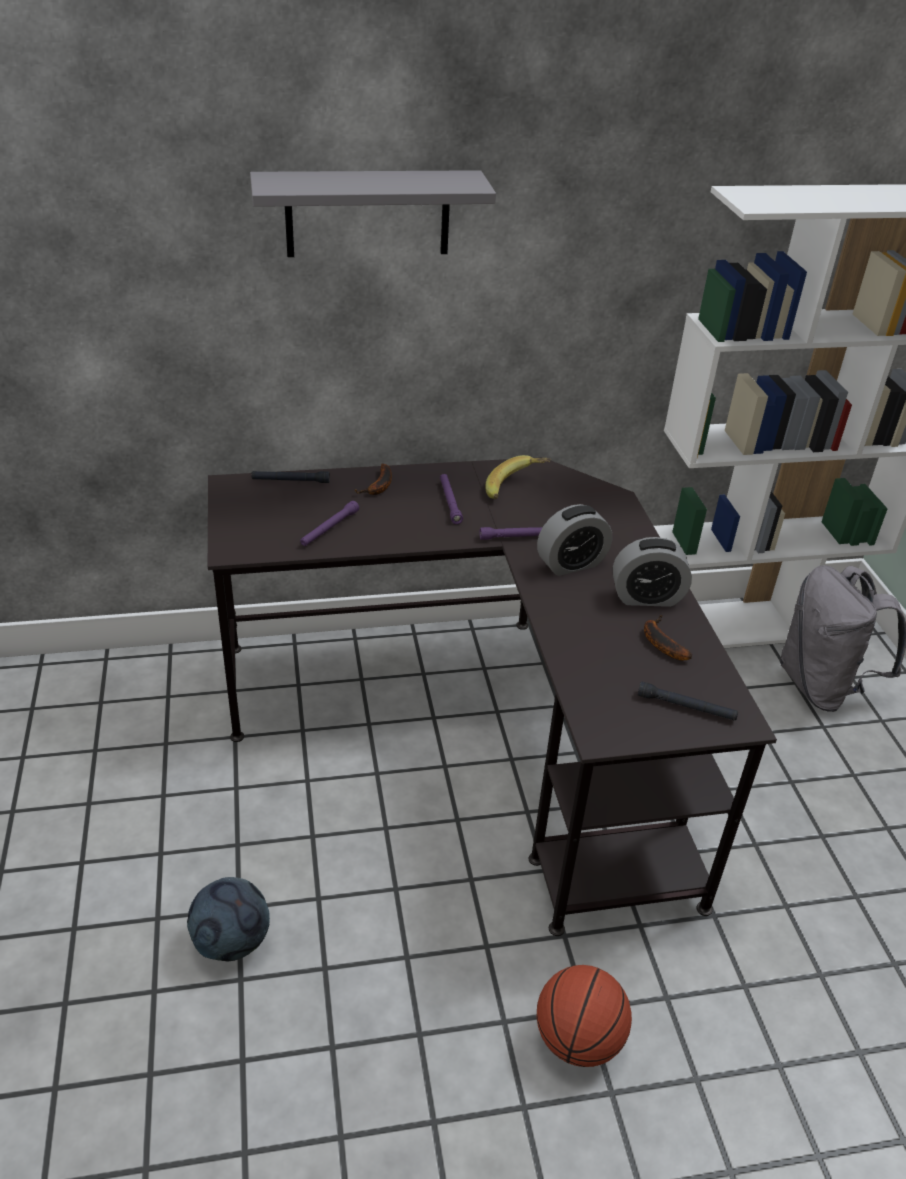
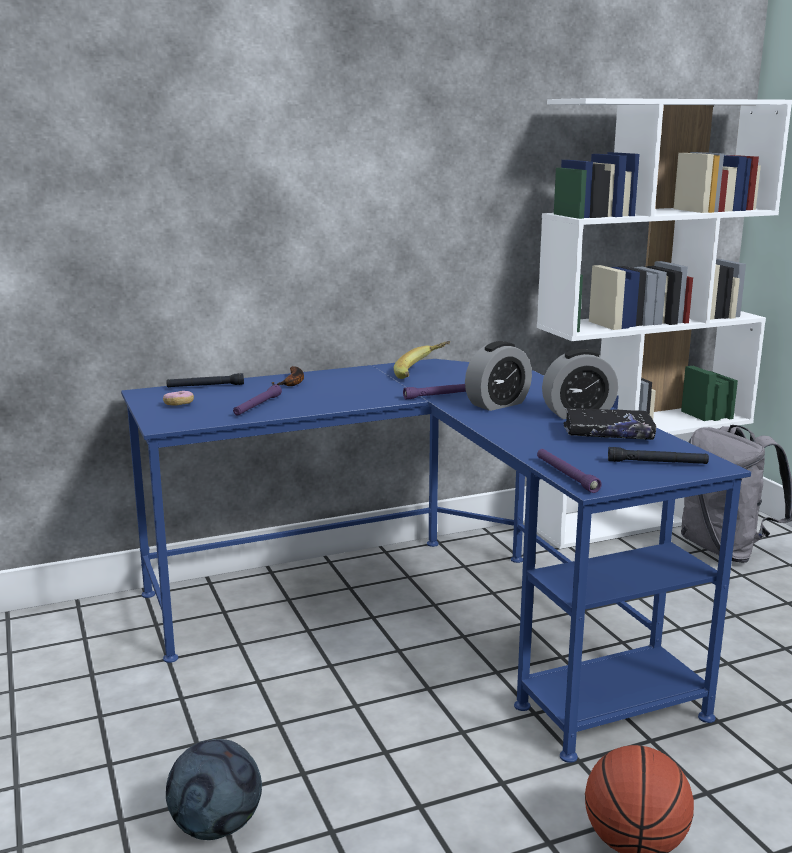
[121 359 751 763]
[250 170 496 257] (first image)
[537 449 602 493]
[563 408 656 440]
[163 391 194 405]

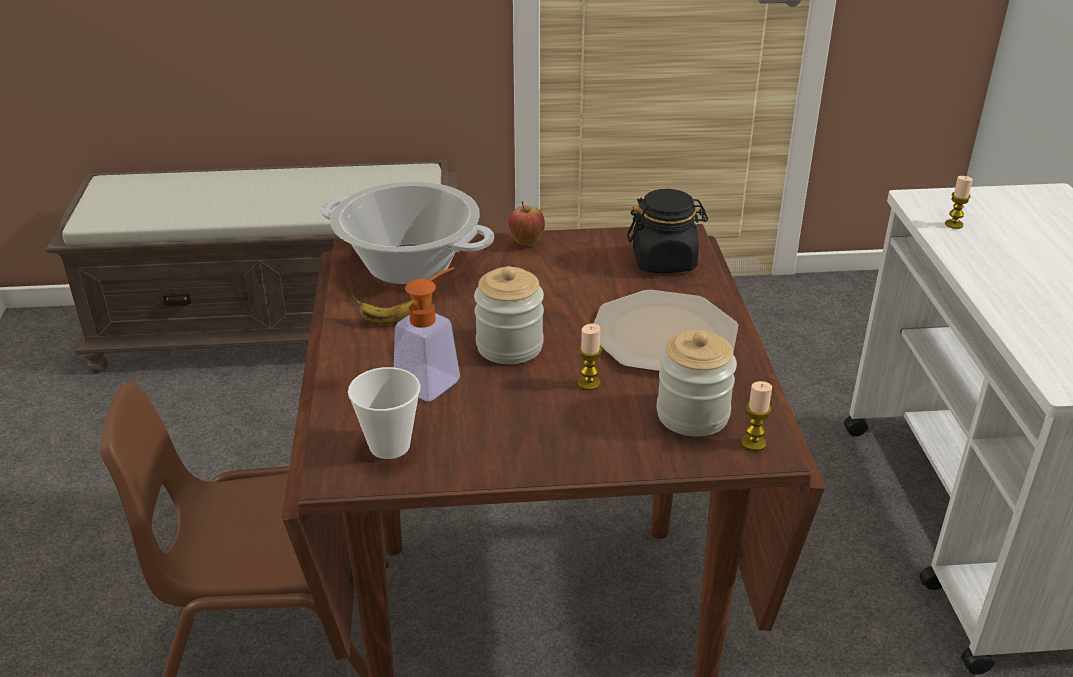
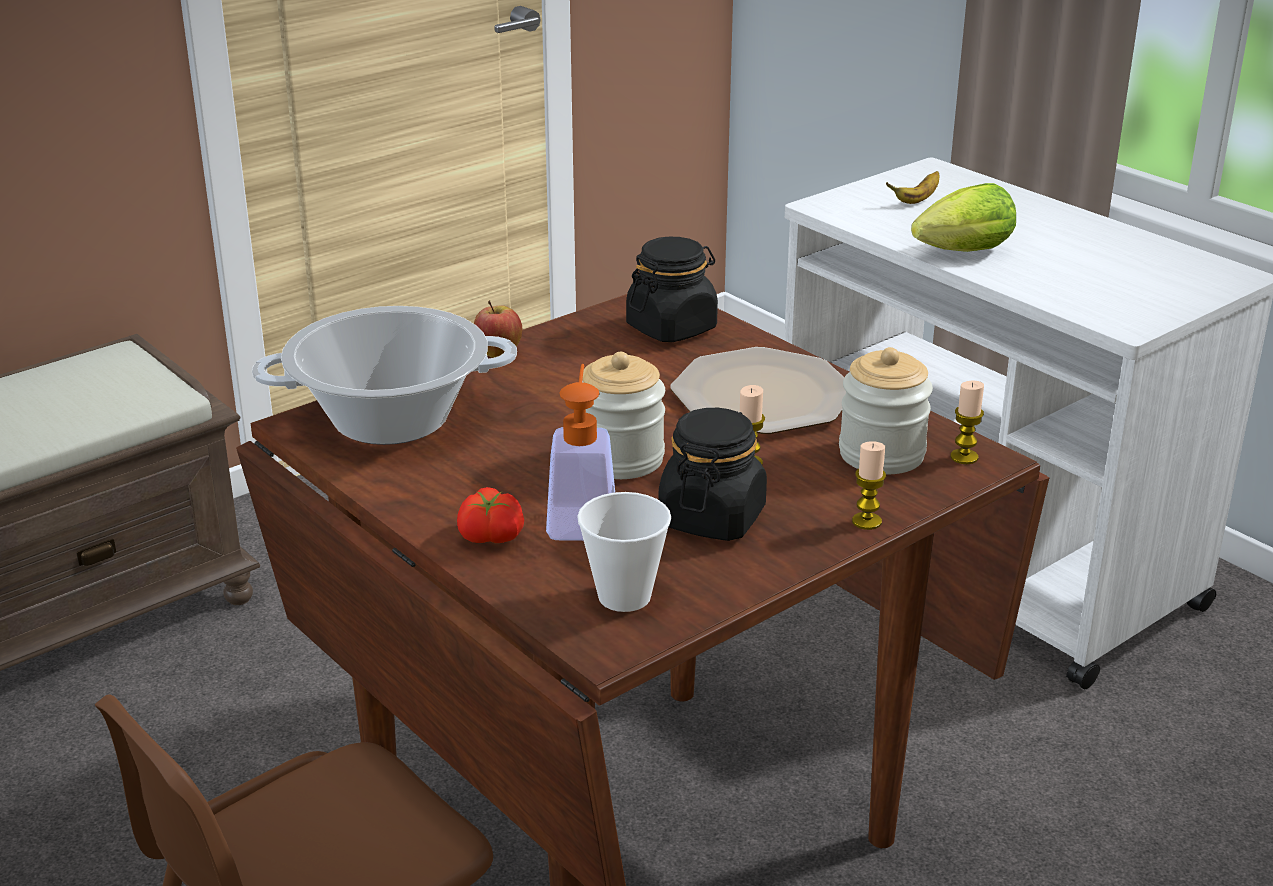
[886 171 939 204]
[852 441 886 530]
[457 487 524 543]
[658 408 767 541]
[911 183 1016 252]

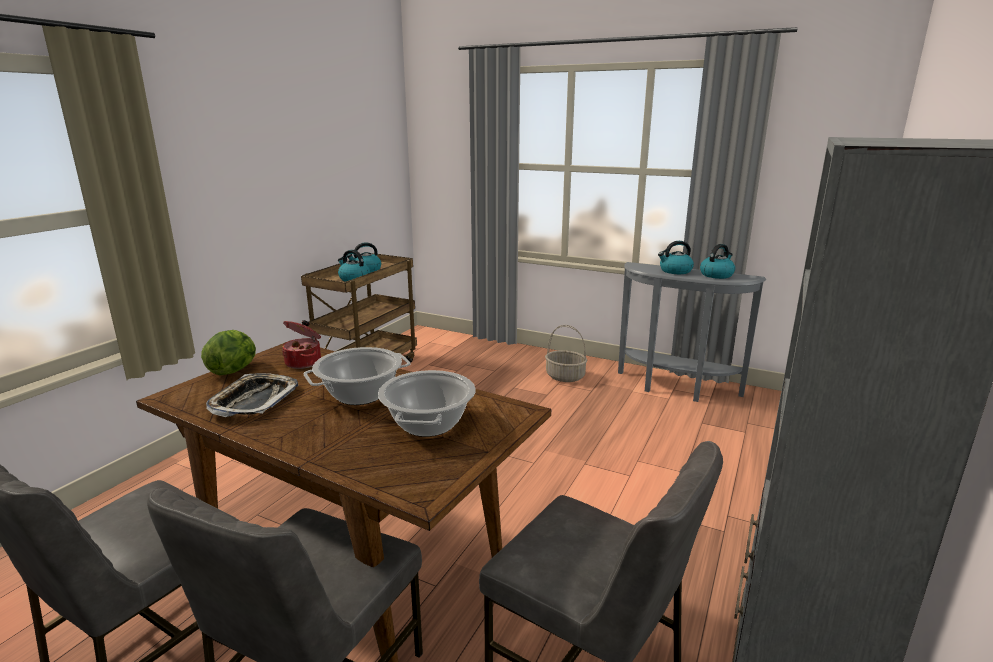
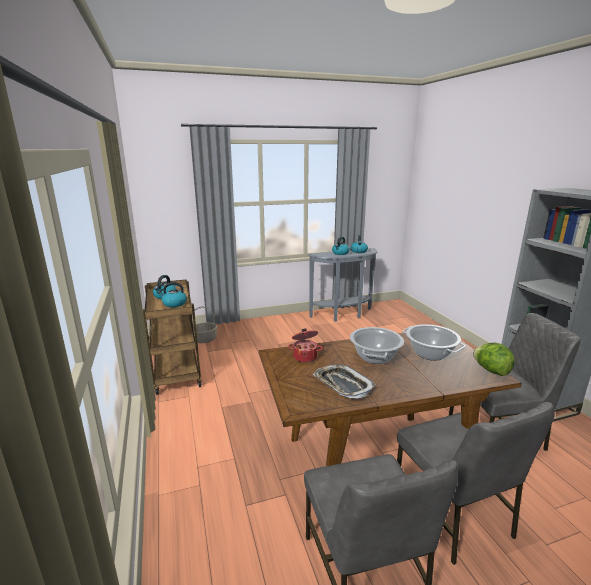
[473 343 515 376]
[193 307 217 343]

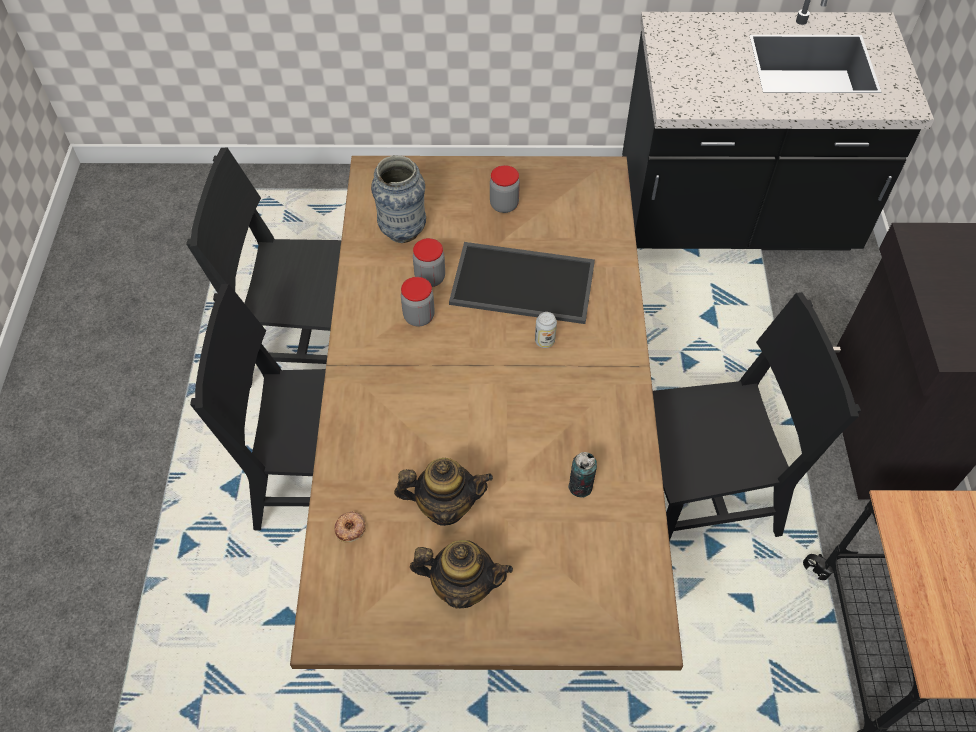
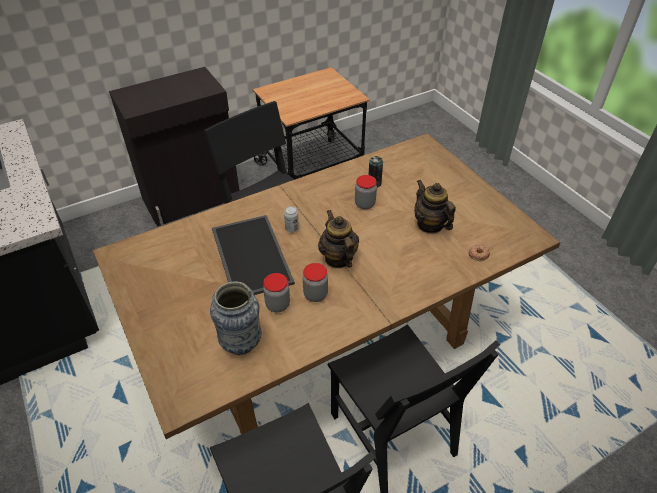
[318 210 359 268]
[355 175 377 209]

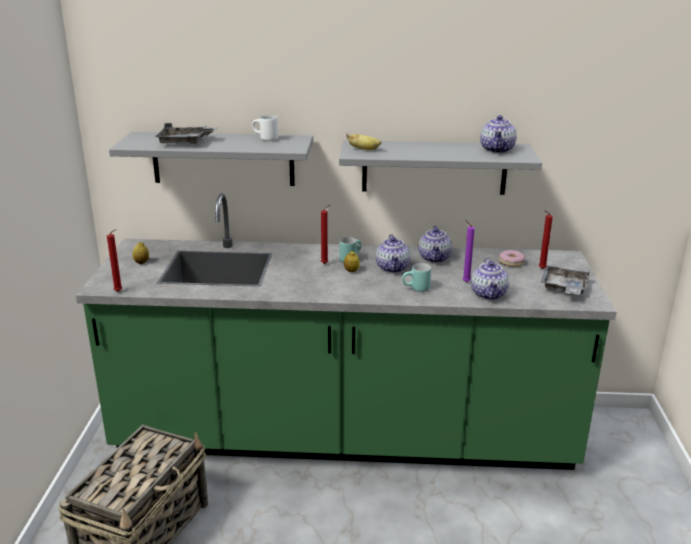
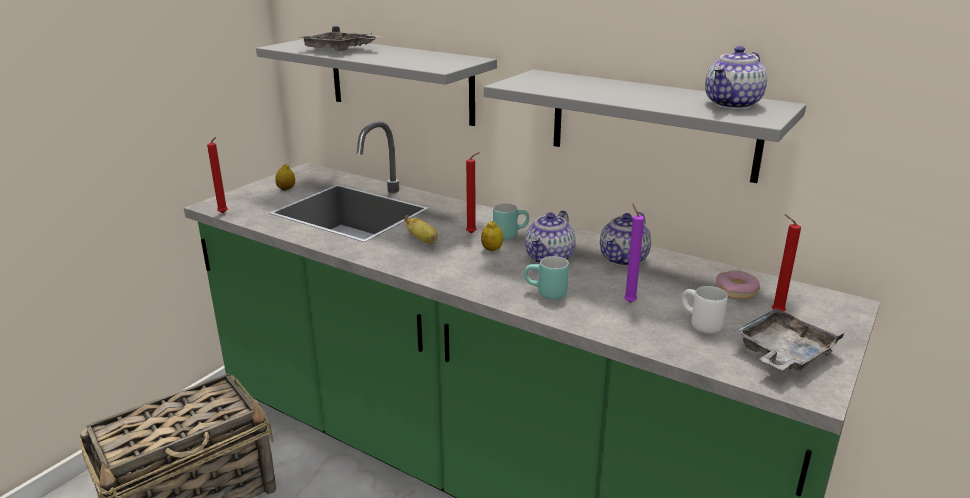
[682 286 728 334]
[405 215 438 244]
[471 258 509 300] (first image)

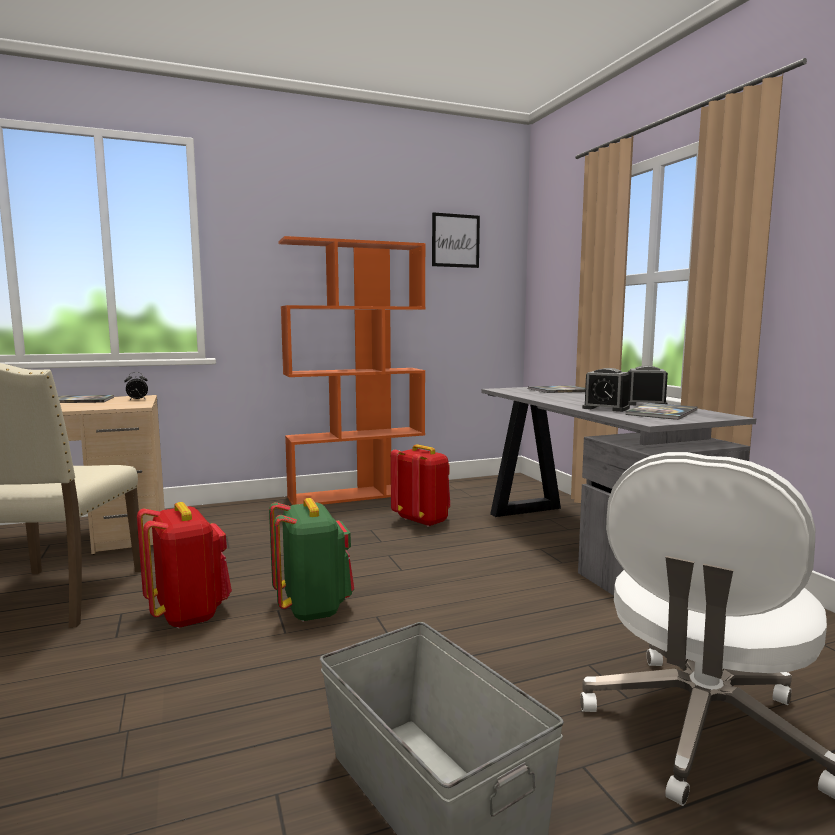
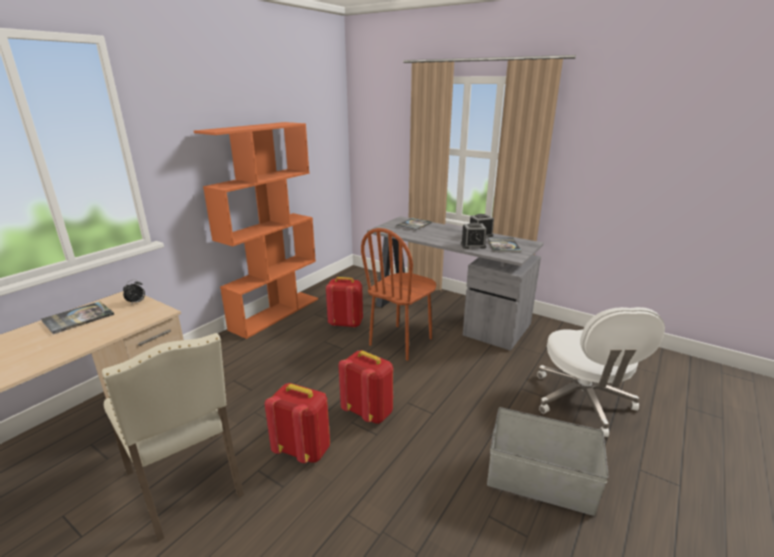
[339 350 393 424]
[432 212 480 268] (first image)
[361 228 436 361]

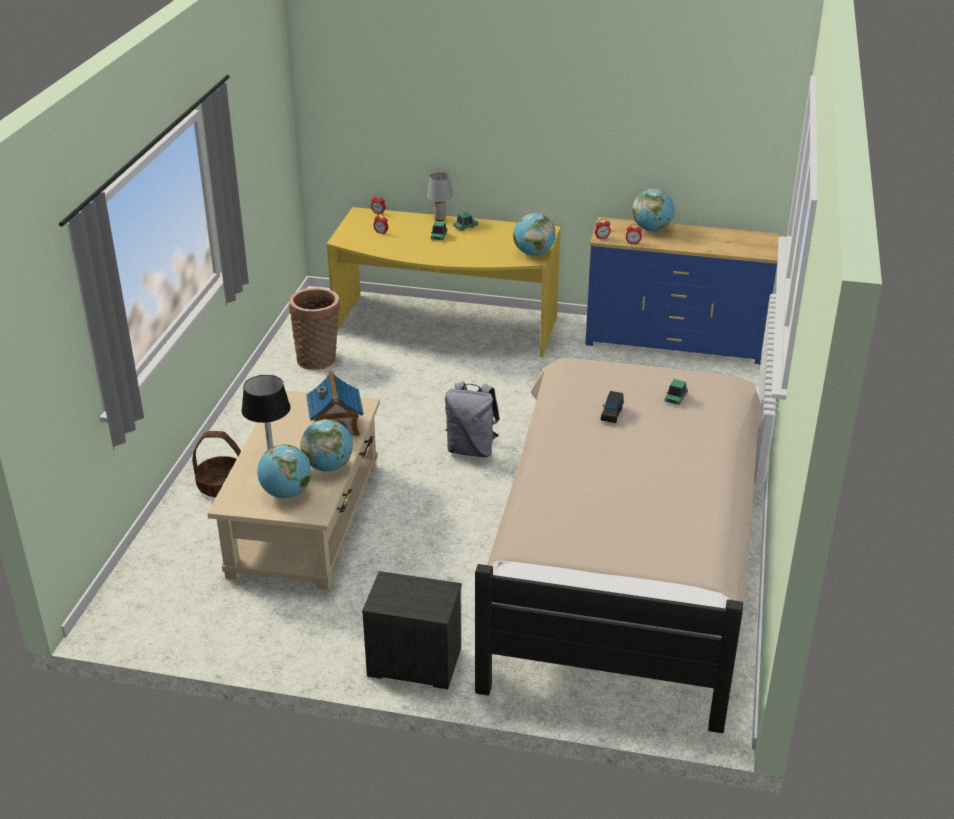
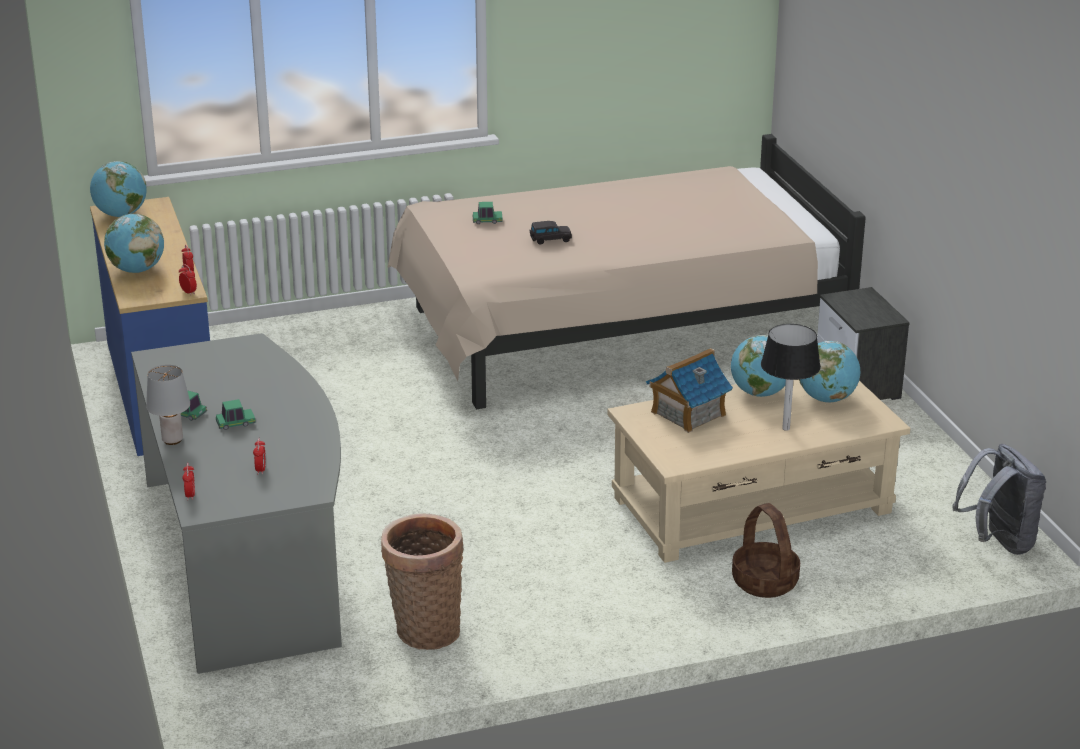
[131 333 342 674]
[952 444 1046 555]
[90 161 147 217]

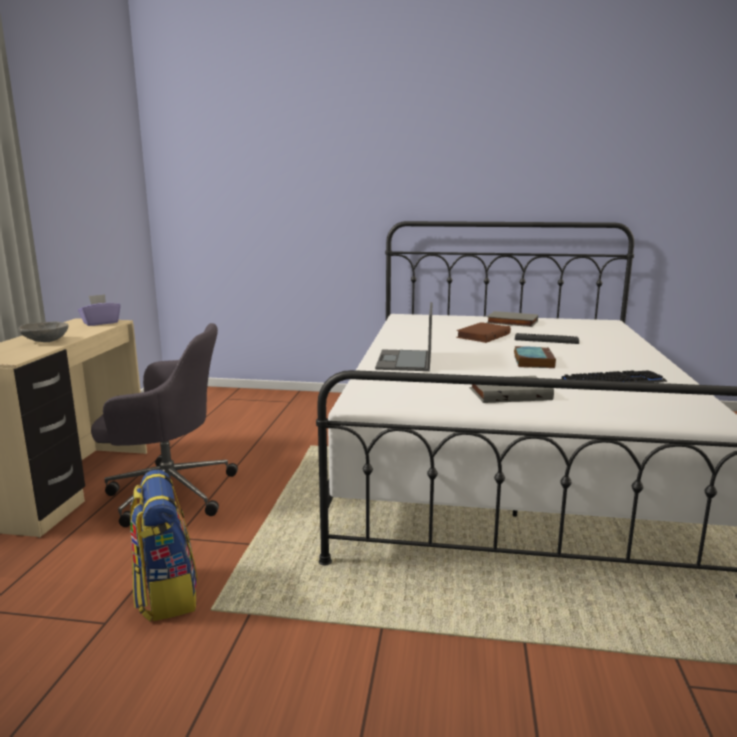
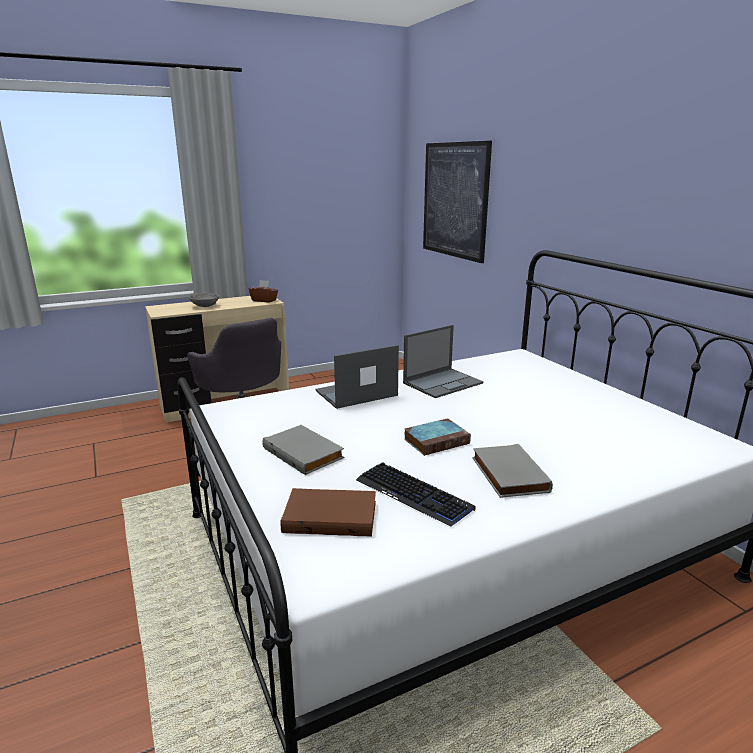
[249 280 278 302]
[130 470 198 621] (first image)
[281 488 376 536]
[472 444 553 498]
[515 333 579 344] (first image)
[403 325 483 398]
[423 141 492 263]

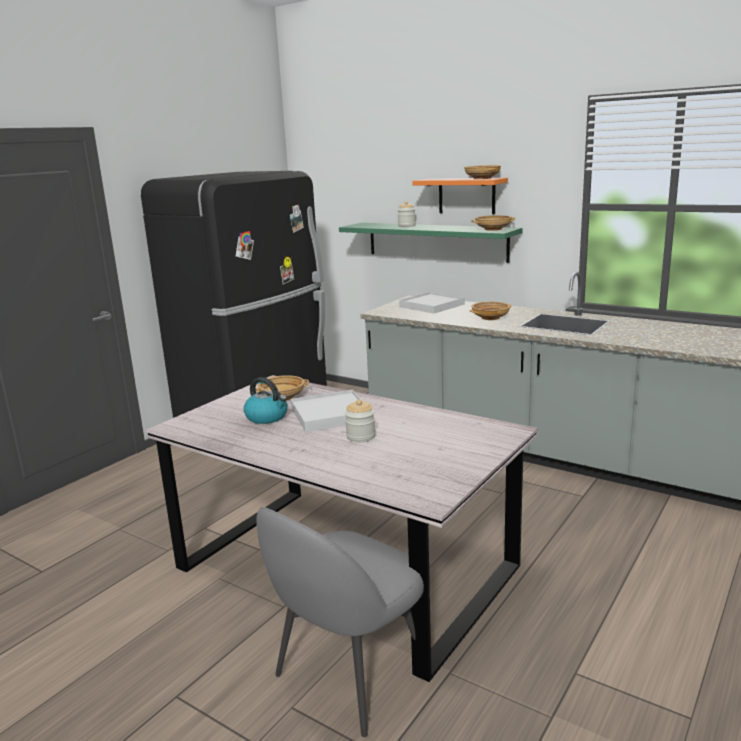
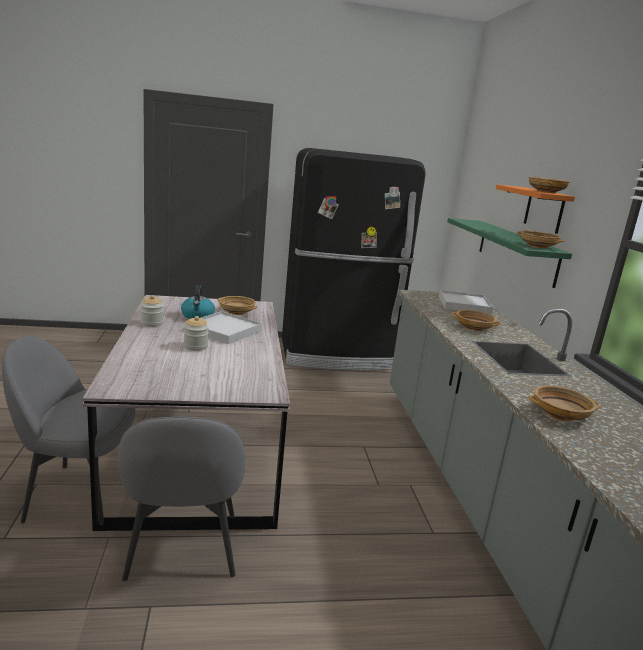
[141 295 164 327]
[118 417 246 581]
[528 385 600 422]

